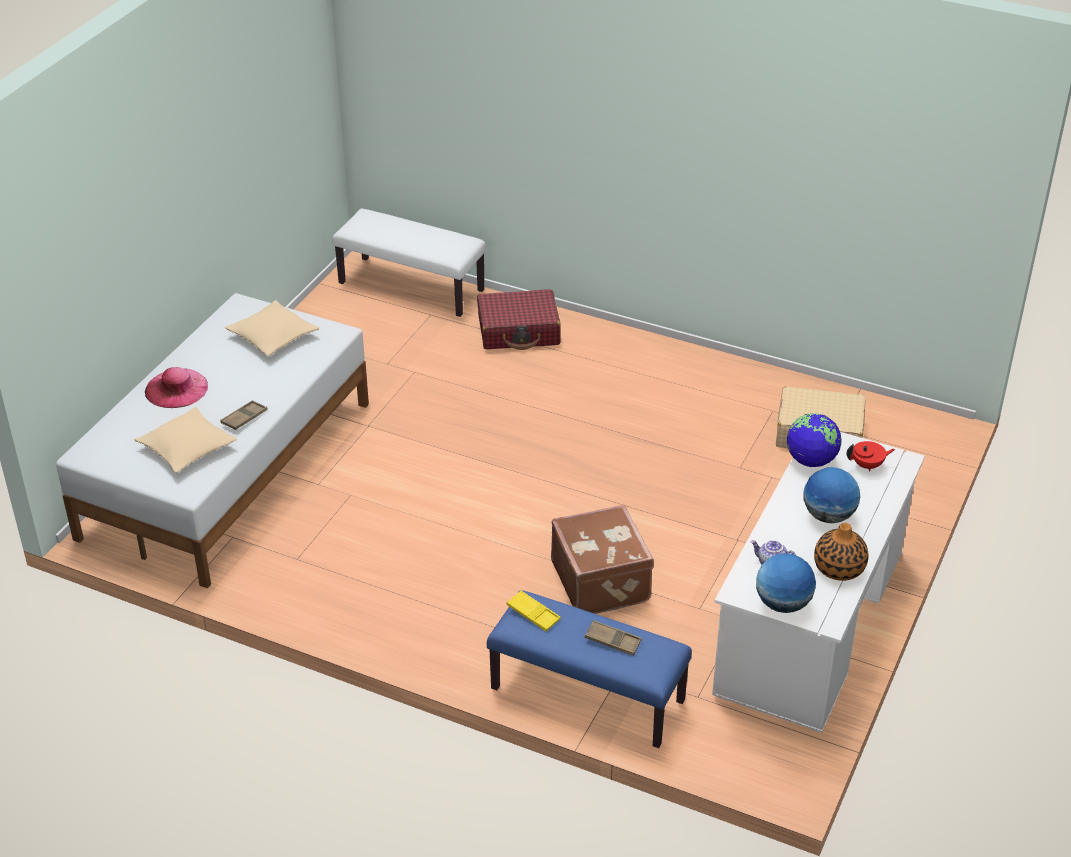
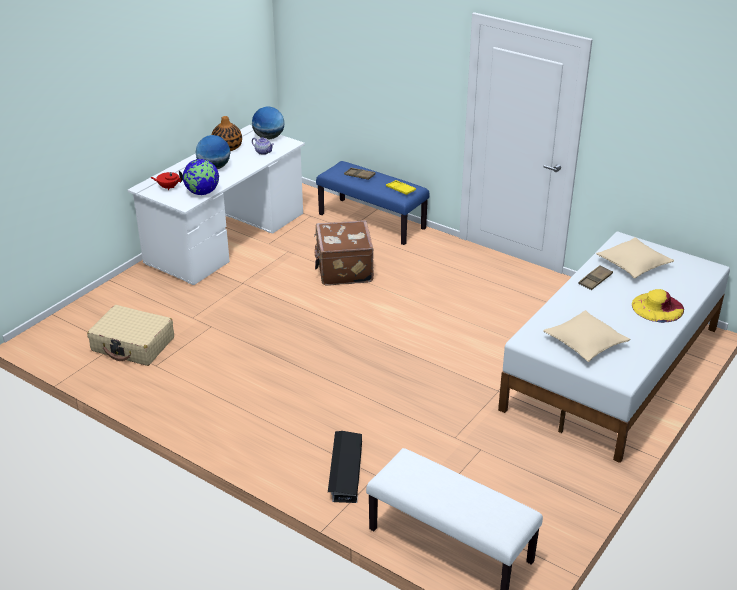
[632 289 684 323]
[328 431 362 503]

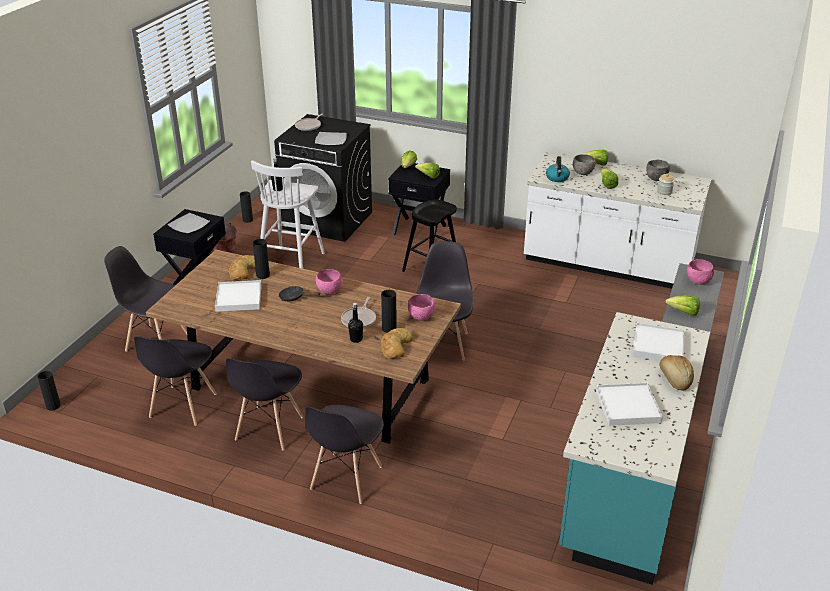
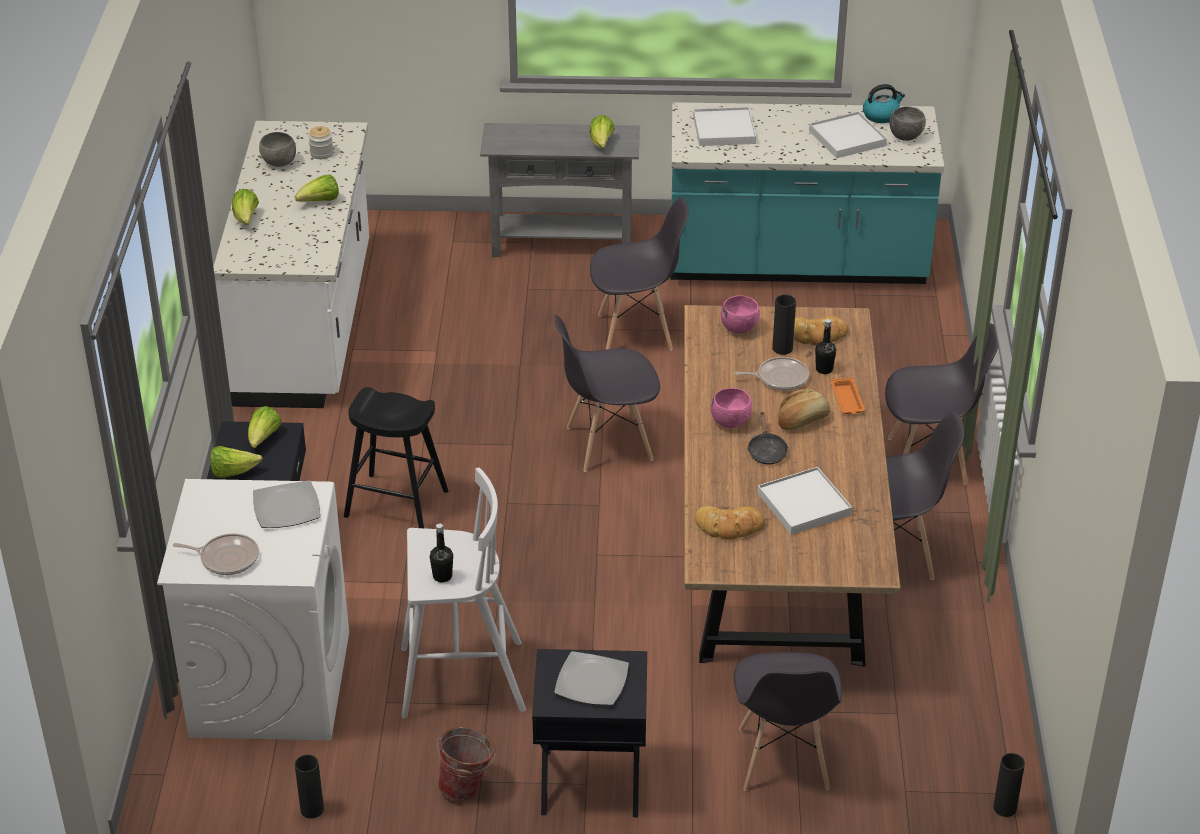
[590 197 689 351]
[253 239 270 279] (first image)
[157 479 349 740]
[863 84 905 123]
[889 106 926 141]
[778 389 830 430]
[687 259 714 285] (first image)
[830 377 865 415]

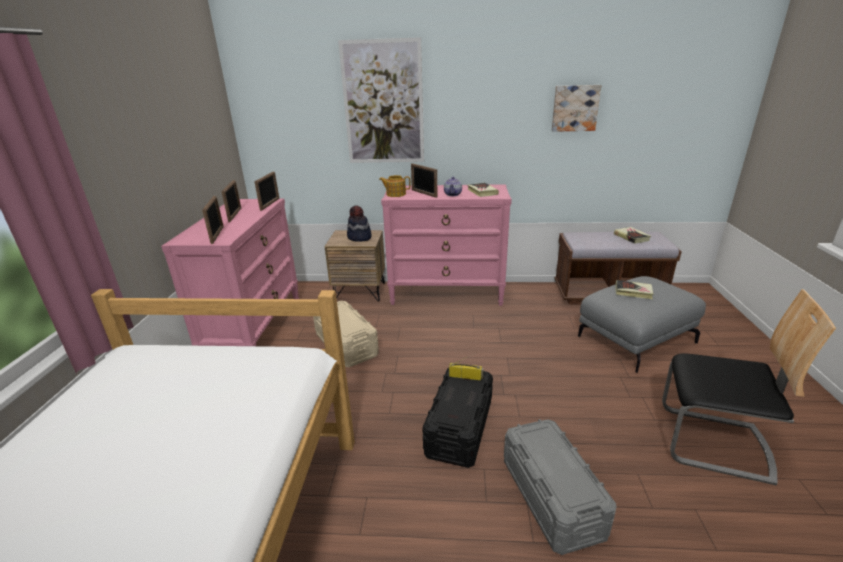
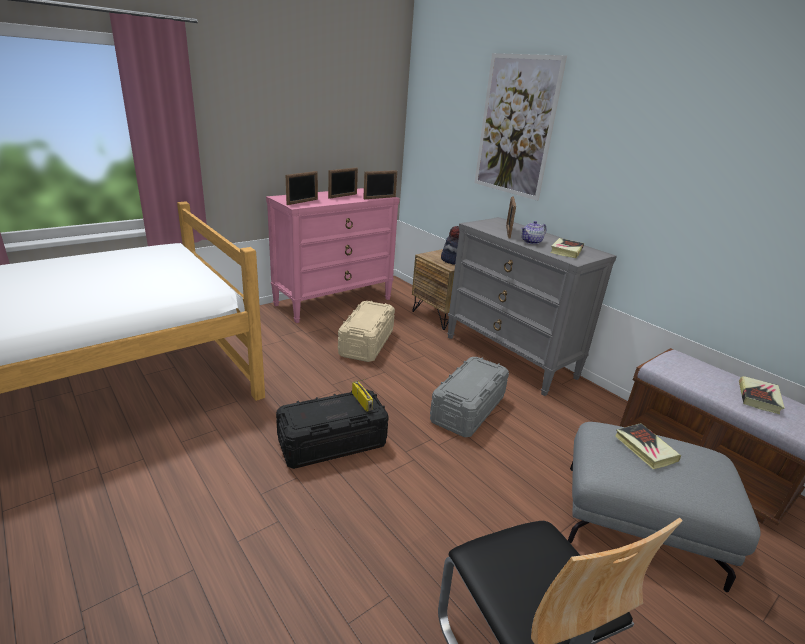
[379 175 411 197] (first image)
[447 217 617 396]
[430 357 509 437]
[552 85 601 132] (first image)

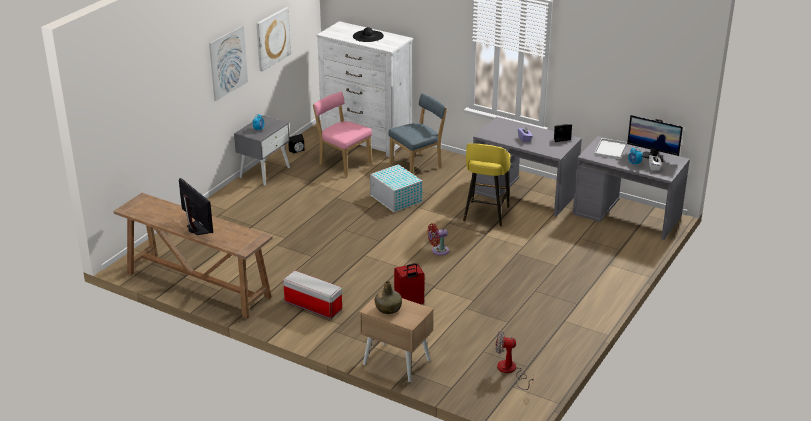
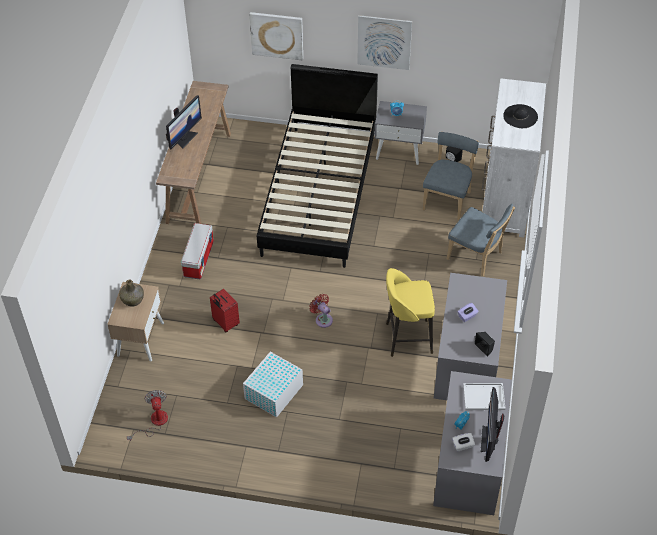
[249 12 303 60]
[423 132 479 220]
[243 352 303 418]
[257 64 378 268]

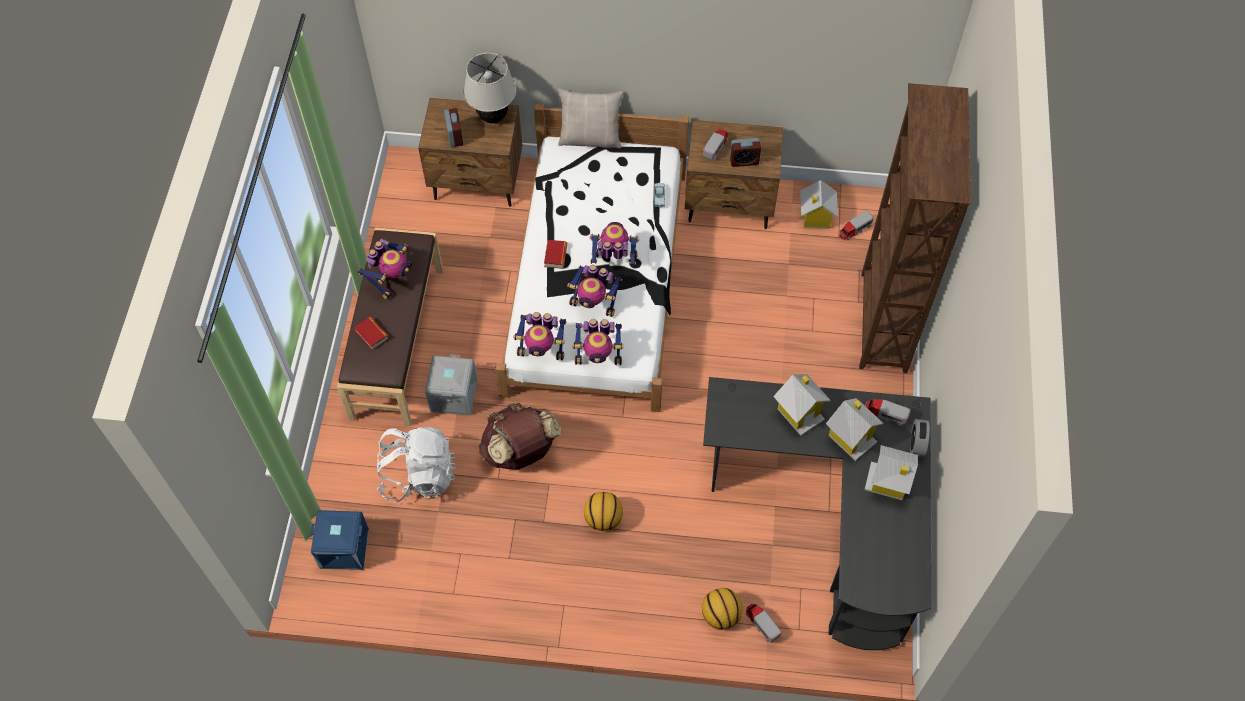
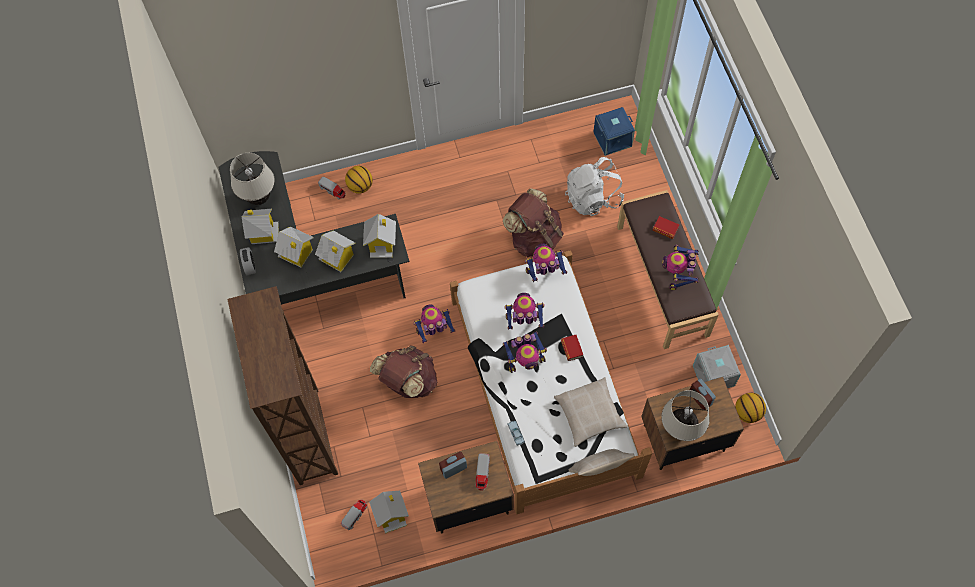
[693 345 741 388]
[414 304 456 343]
[735 393 766 423]
[865 399 911 426] (first image)
[230 153 275 205]
[363 214 396 258]
[370 346 438 398]
[554 377 627 447]

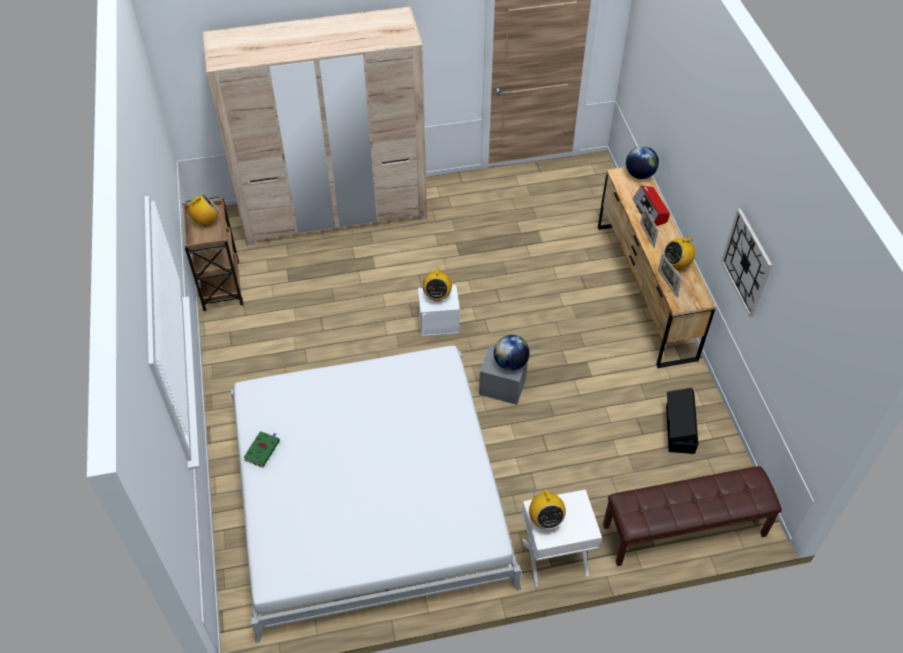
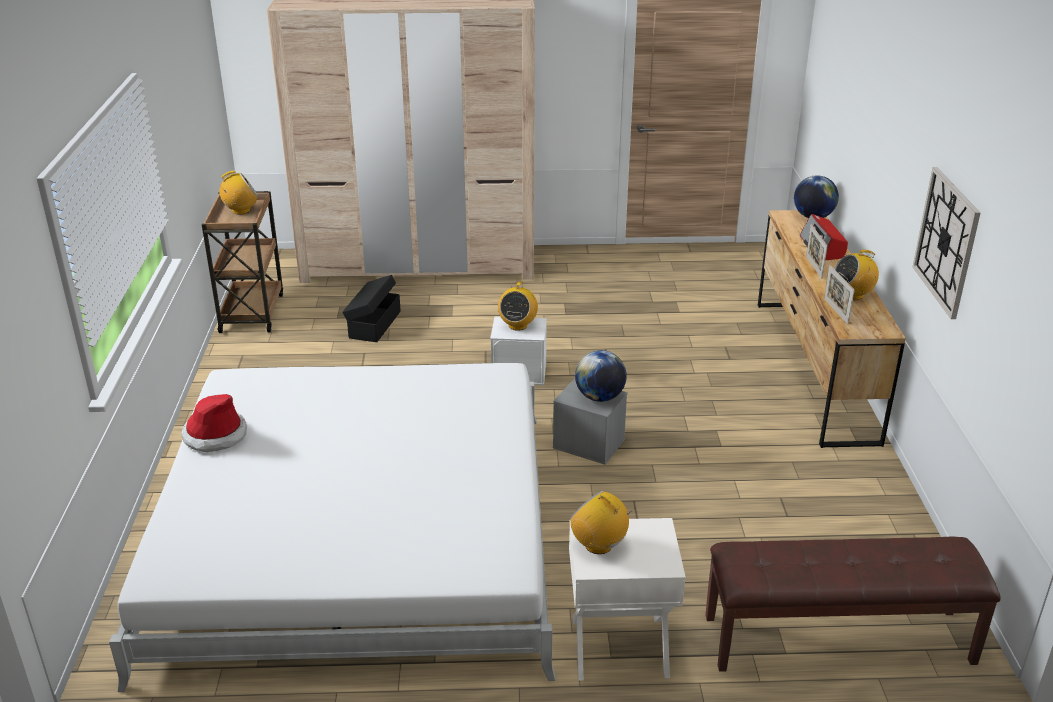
[181 394 247 452]
[570 491 636 554]
[342 275 401 342]

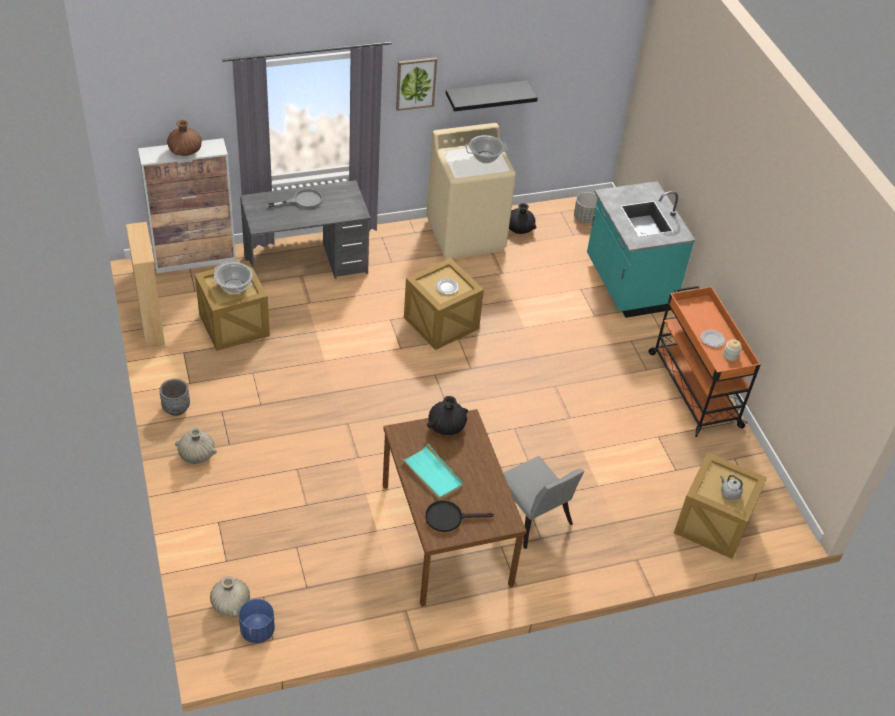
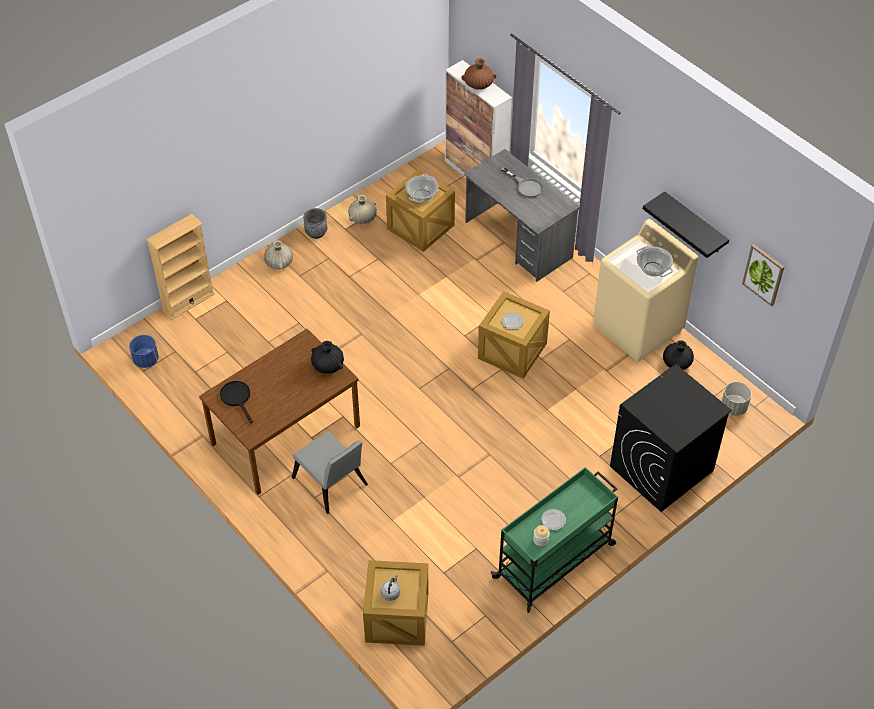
[146 214 215 320]
[348 195 377 224]
[742 244 784 306]
[402 444 463 499] (first image)
[292 431 368 514]
[610 364 732 512]
[491 467 618 613]

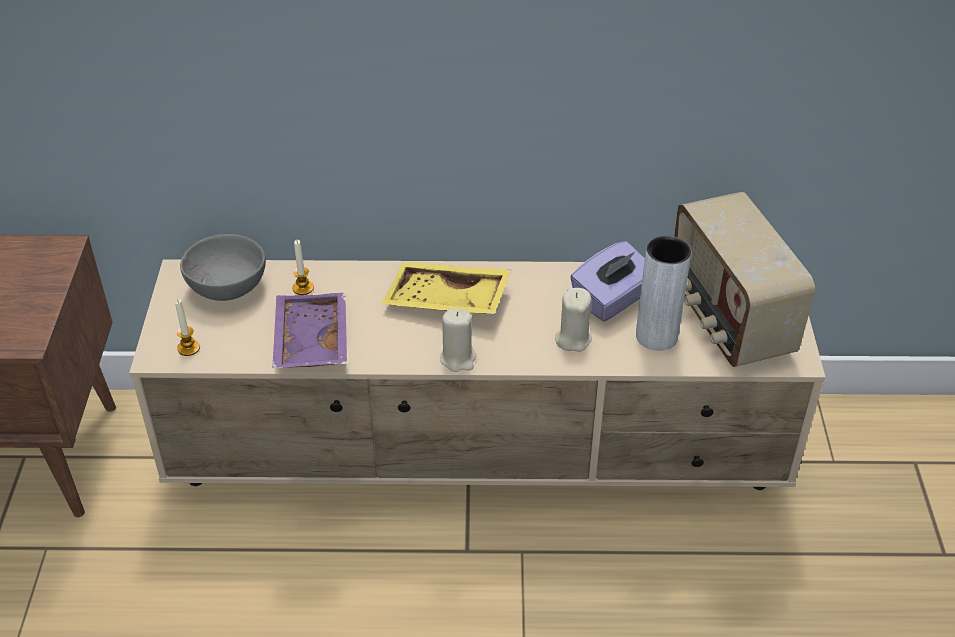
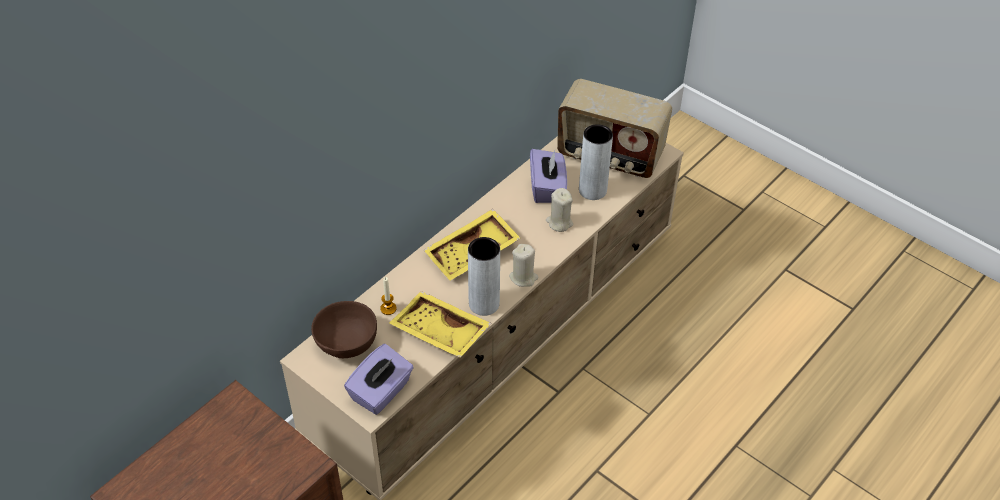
[344 344 414 415]
[311 301 377 358]
[389 291 492 358]
[468 237 500 316]

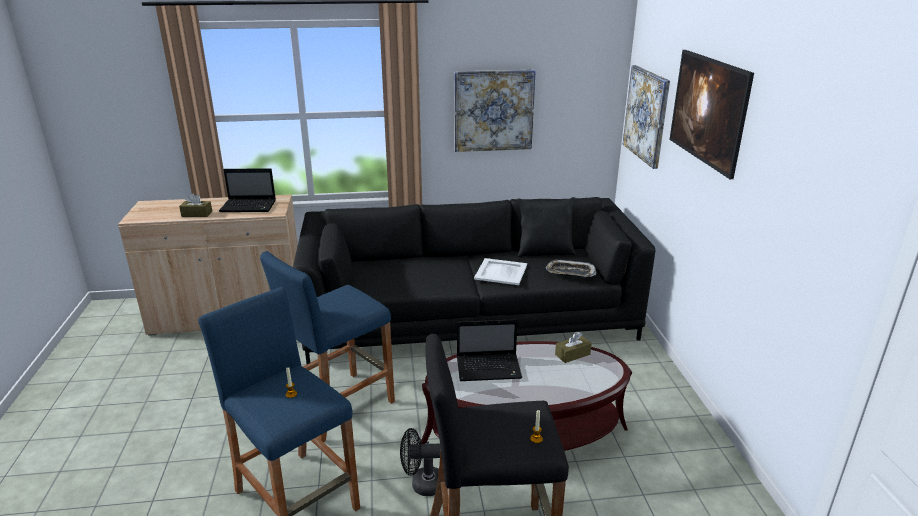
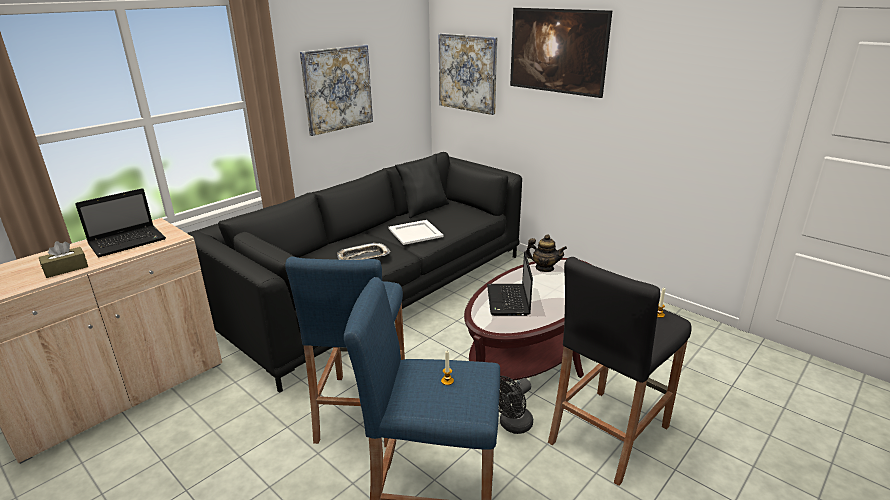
[487 251 533 316]
[337 243 390 260]
[525 234 567 272]

